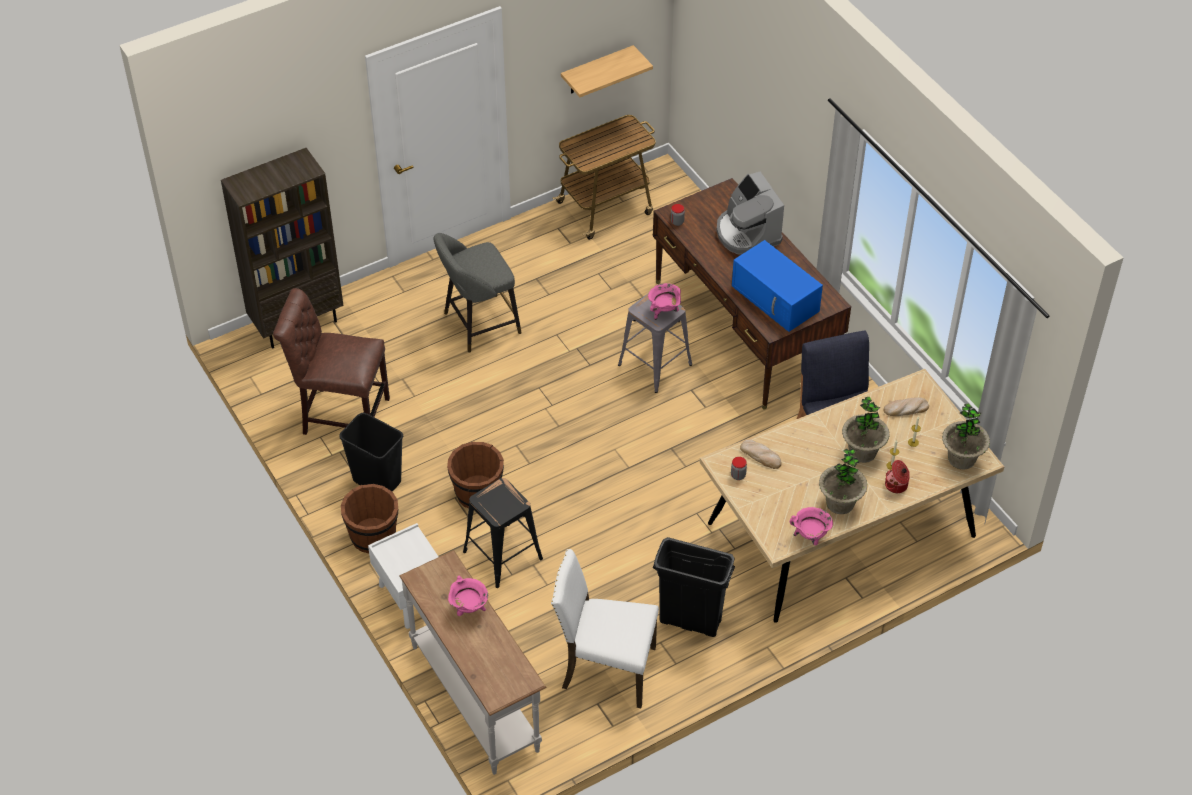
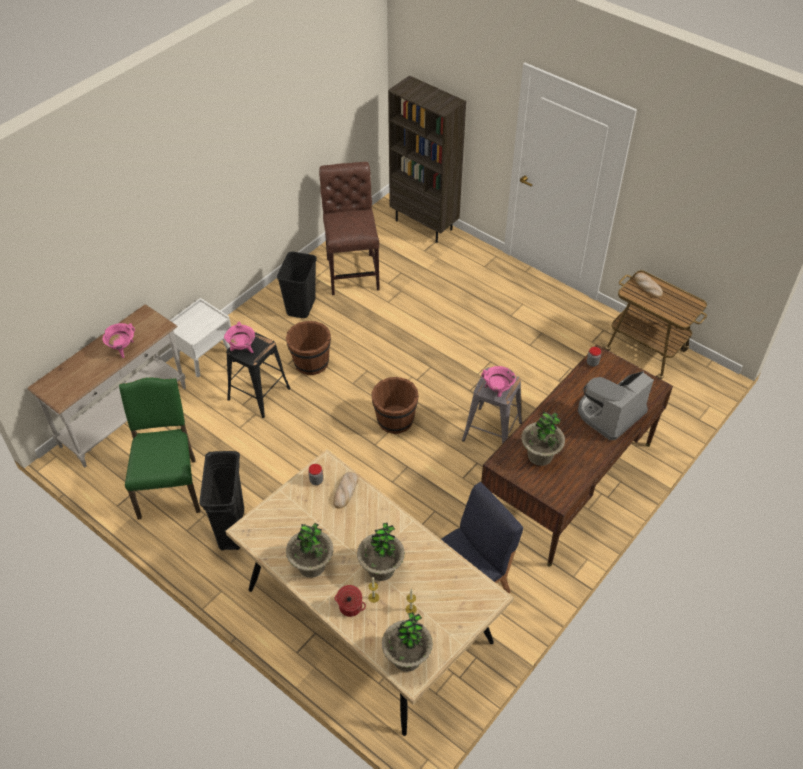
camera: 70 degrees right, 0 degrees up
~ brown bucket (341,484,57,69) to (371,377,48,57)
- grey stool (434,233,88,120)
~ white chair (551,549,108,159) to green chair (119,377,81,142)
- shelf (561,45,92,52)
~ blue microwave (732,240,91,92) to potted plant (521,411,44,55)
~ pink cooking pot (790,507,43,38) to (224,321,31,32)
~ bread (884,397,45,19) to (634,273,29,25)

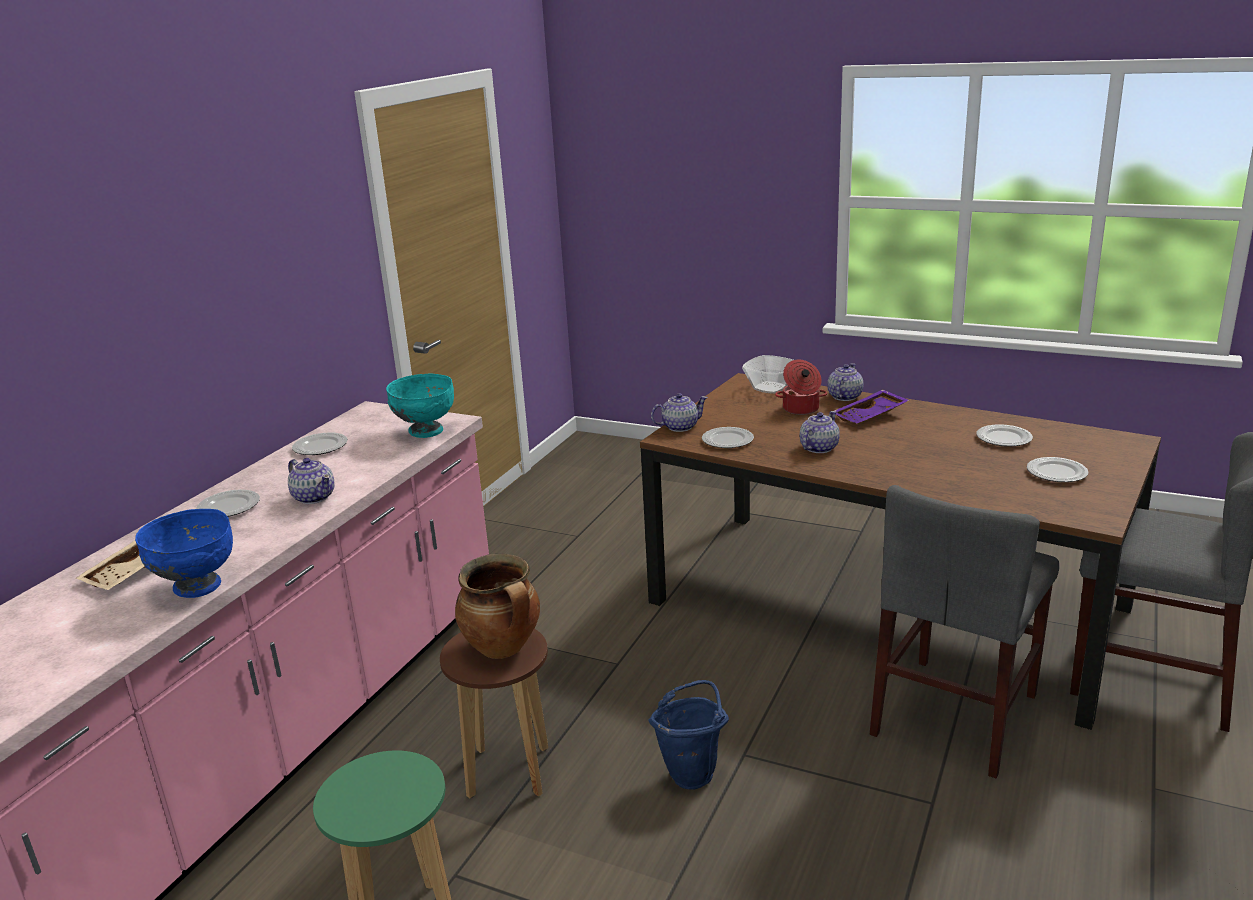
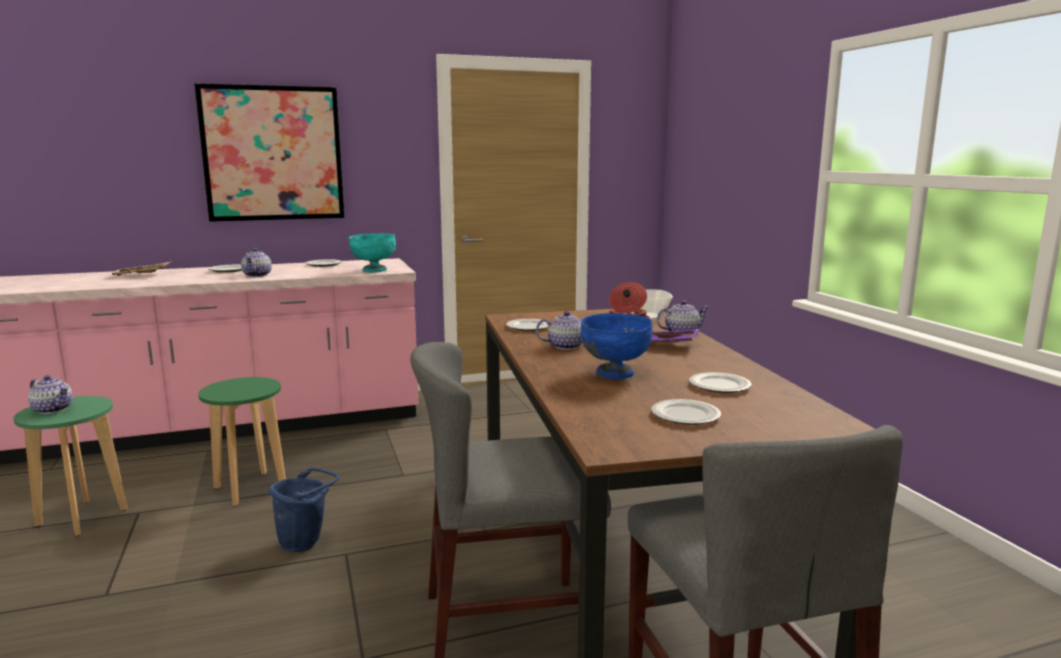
camera: 45 degrees right, 10 degrees down
~ blue bowl (135,509,98,89) to (580,313,73,66)
~ brown stool (440,629,108,170) to green stool (198,377,88,129)
- cooking pot (455,554,85,105)
~ teapot (651,393,57,39) to (28,375,45,39)
+ picture (194,83,151,139)

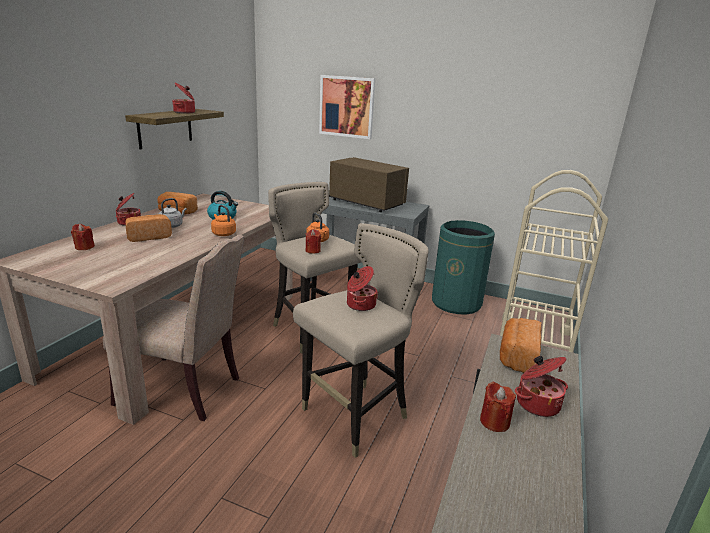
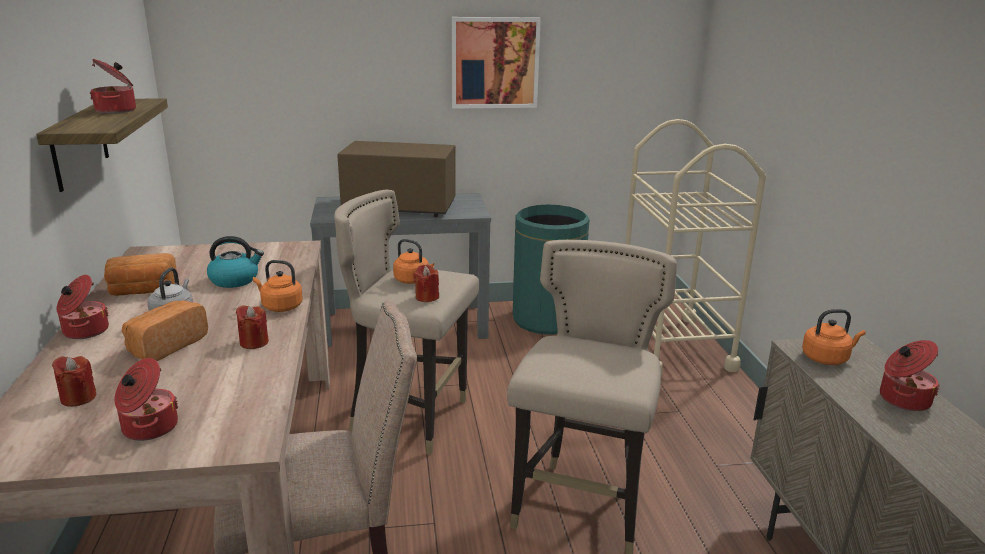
camera: 30 degrees left, 0 degrees up
~ picture (319,75,56,64) to (452,17,89,92)
~ cooking pot (347,266,31,45) to (114,358,64,83)
~ red candle (480,382,36,50) to (236,305,33,44)
~ bread (500,318,42,55) to orange kettle (802,309,64,56)

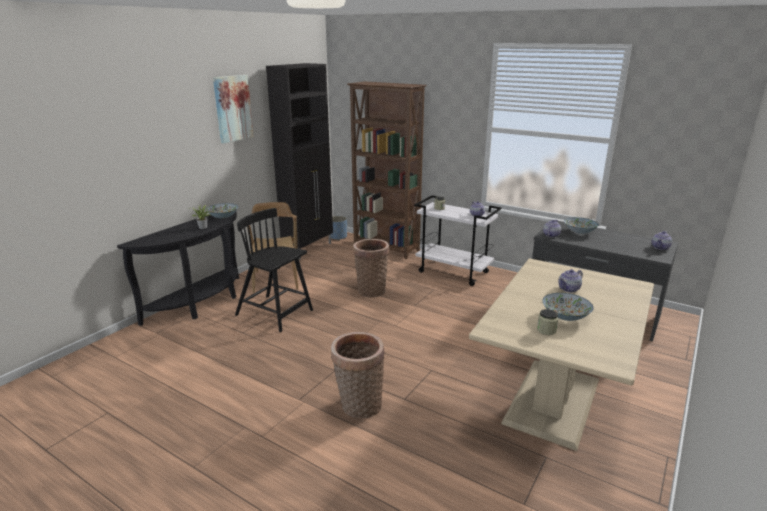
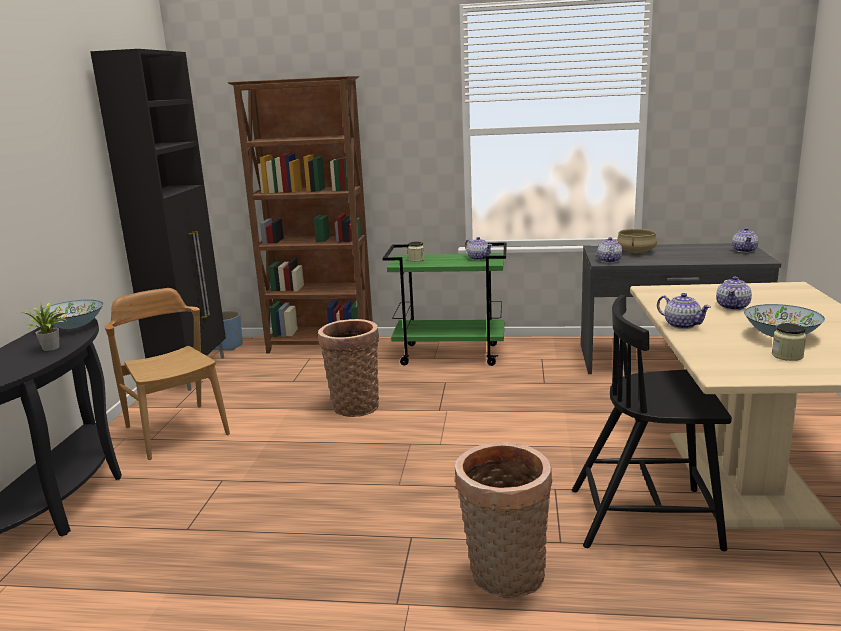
camera: 25 degrees left, 5 degrees down
- picture (213,75,41,68)
~ black chair (235,208,78,124) to (572,295,160,256)
~ white cart (414,195,88,91) to green cart (383,242,124,124)
~ bowl (564,217,35,17) to beige cooking pot (617,229,40,24)
+ teapot (657,293,54,36)

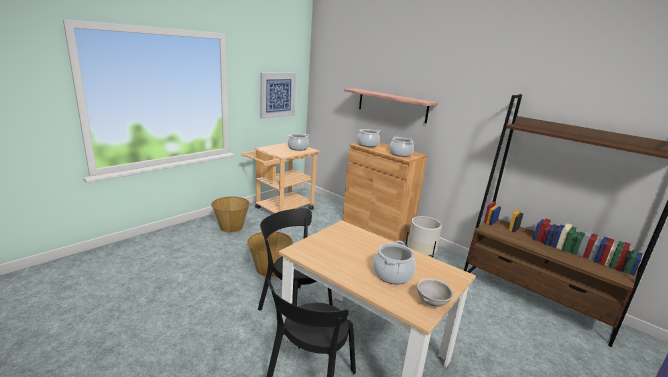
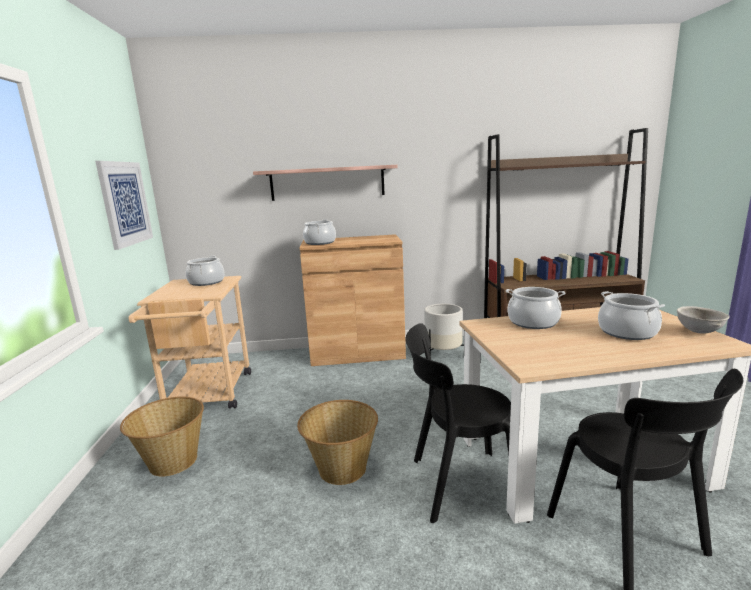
camera: 45 degrees left, 5 degrees down
~ cooking pot (389,136,25,21) to (506,287,60,42)

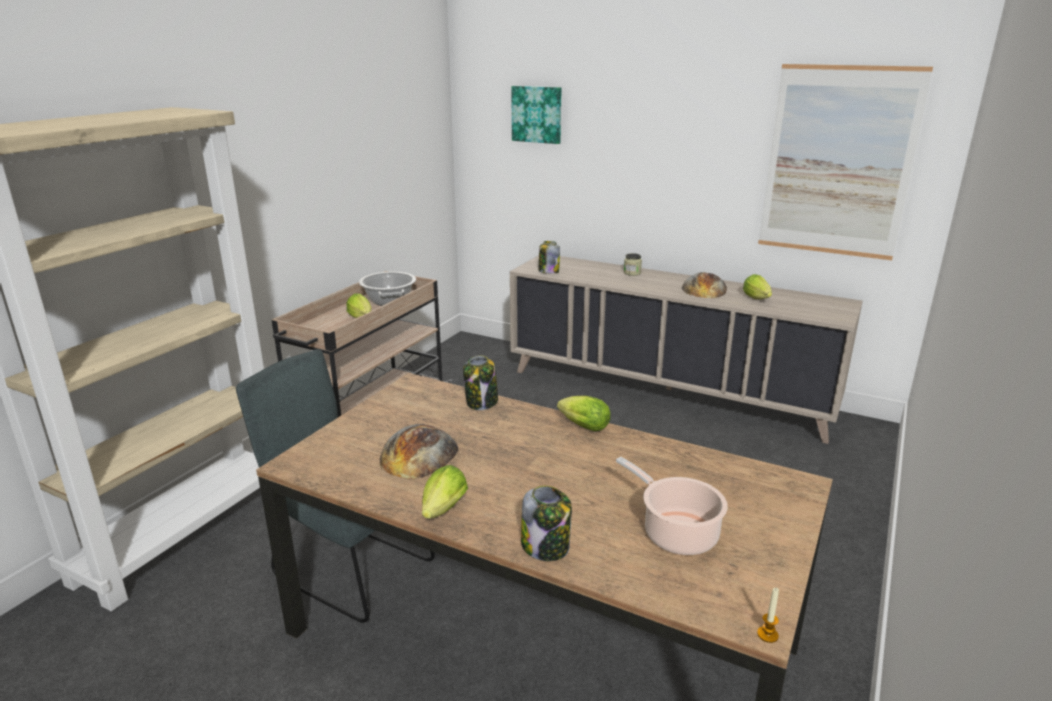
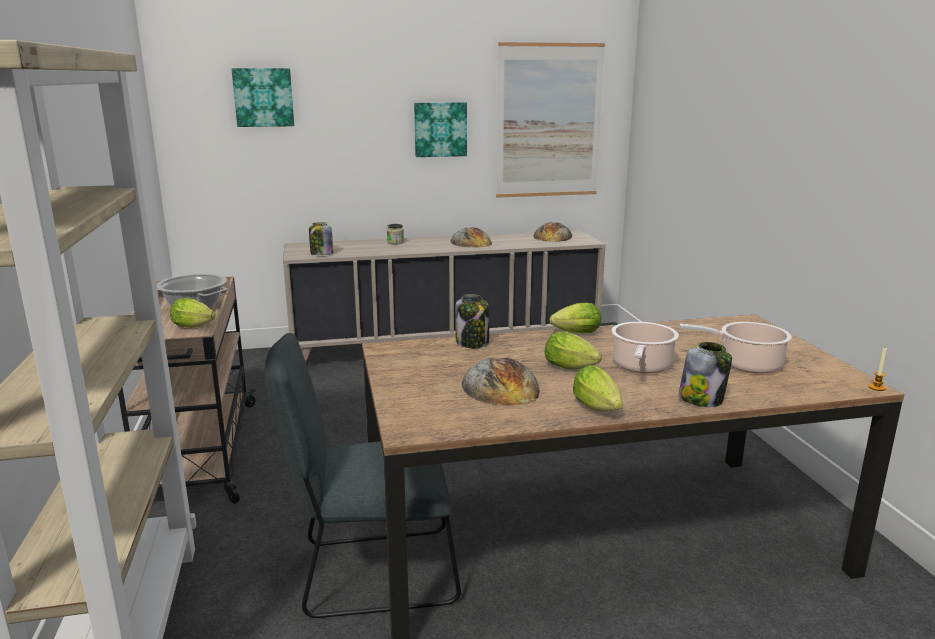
camera: 40 degrees left, 5 degrees down
~ lettuce (743,274,29,25) to (545,331,57,38)
+ picture (414,102,53,55)
+ bread (533,222,39,20)
+ cooking pot (611,322,68,51)

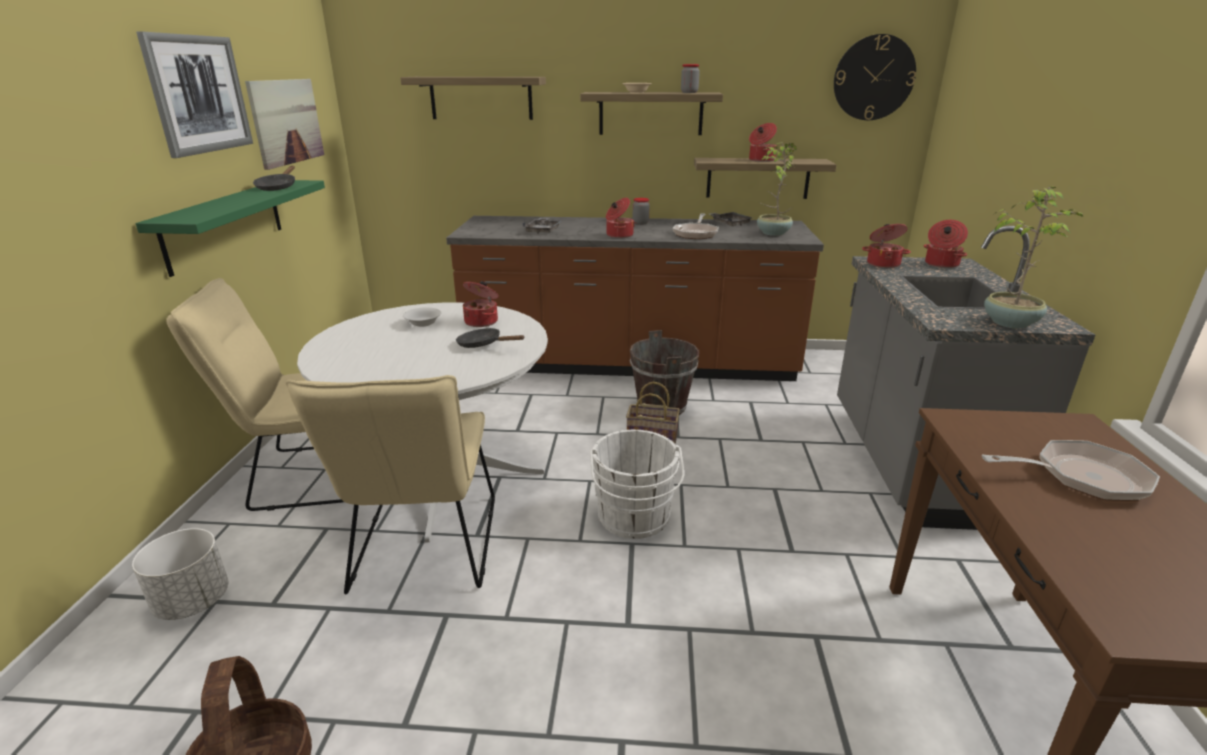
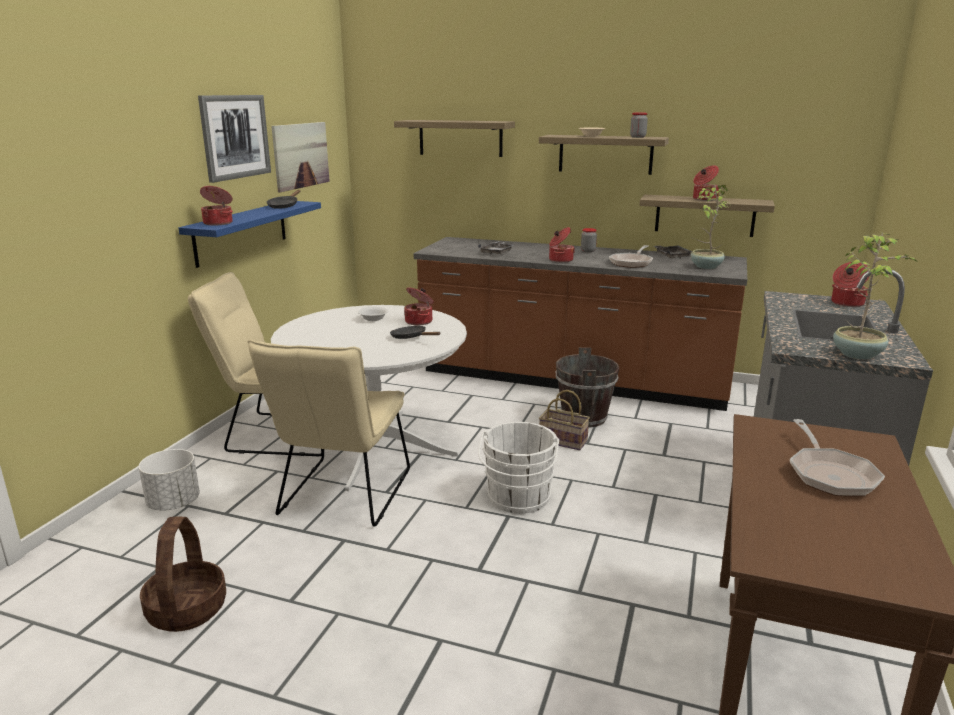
camera: 15 degrees right, 5 degrees down
~ green shelf (136,180,189,97) to blue shelf (178,201,143,67)
- wall clock (834,34,82,86)
~ cooking pot (862,224,49,44) to (200,186,33,40)
~ frying pan (981,440,179,61) = (790,419,95,78) 75 degrees clockwise

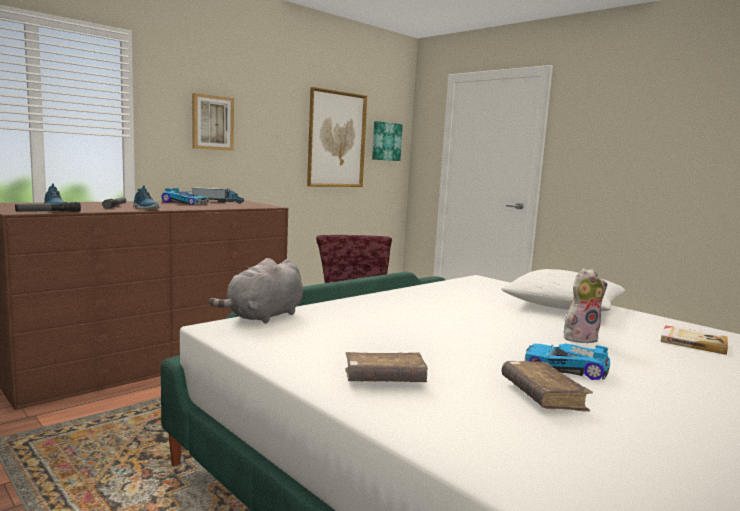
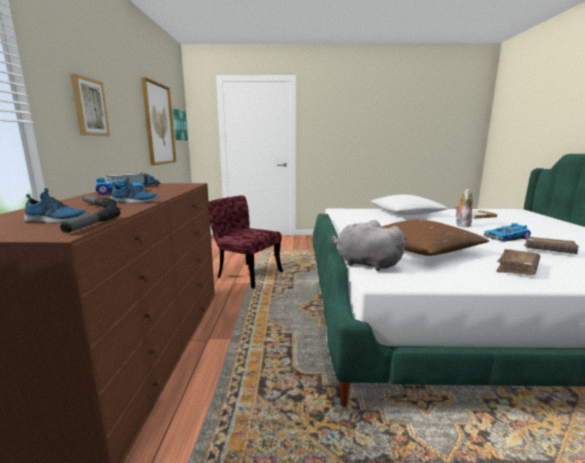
camera: 45 degrees left, 5 degrees up
~ grey plush toy (209,258,94,66) = (332,220,75,51) 135 degrees clockwise
+ brown pillow (382,219,107,37)

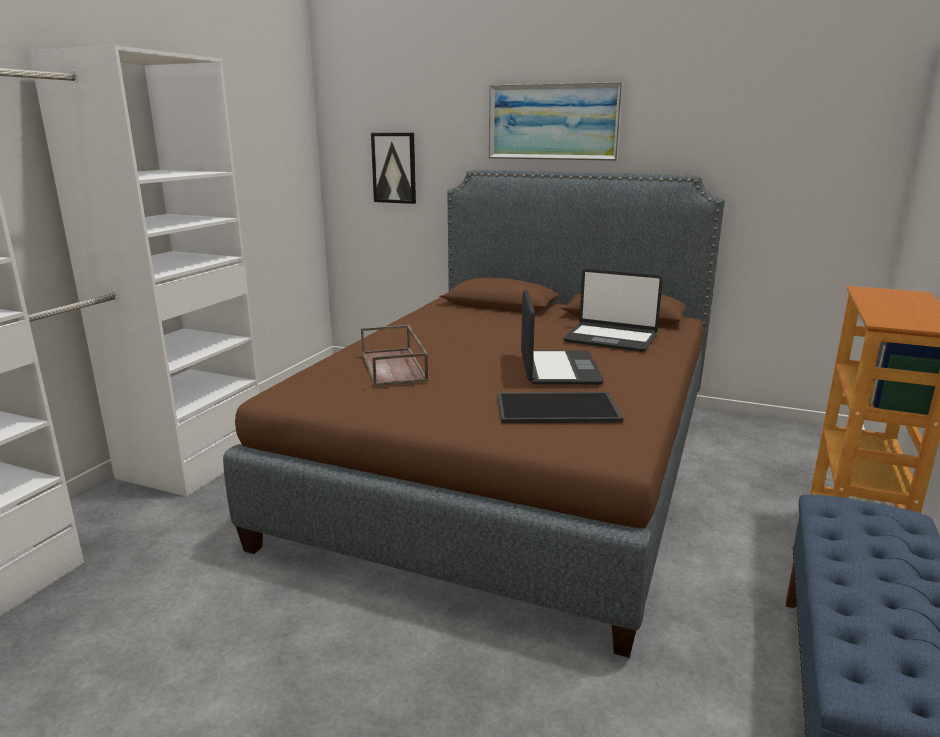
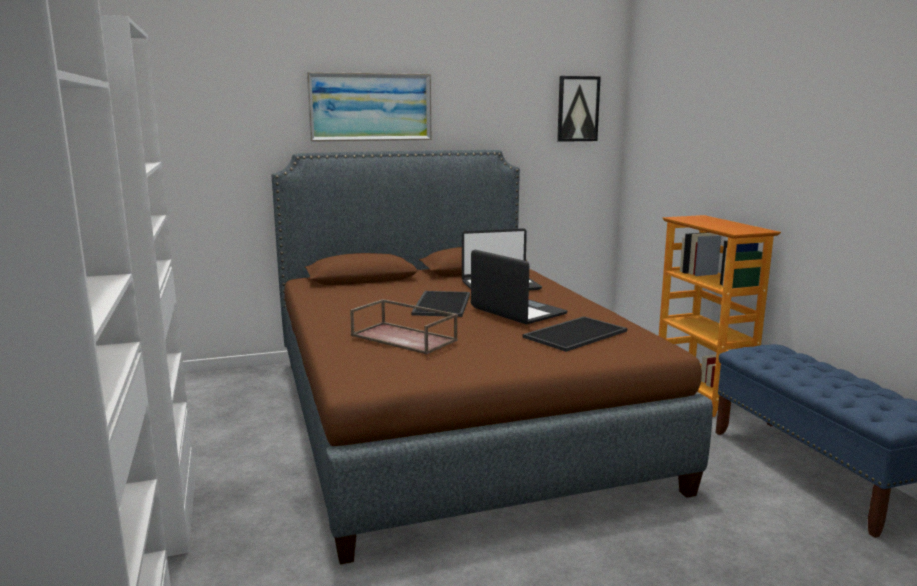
camera: 40 degrees left, 5 degrees down
~ picture (371,133,45,71) to (557,76,44,66)
+ tray (411,291,59,26)

